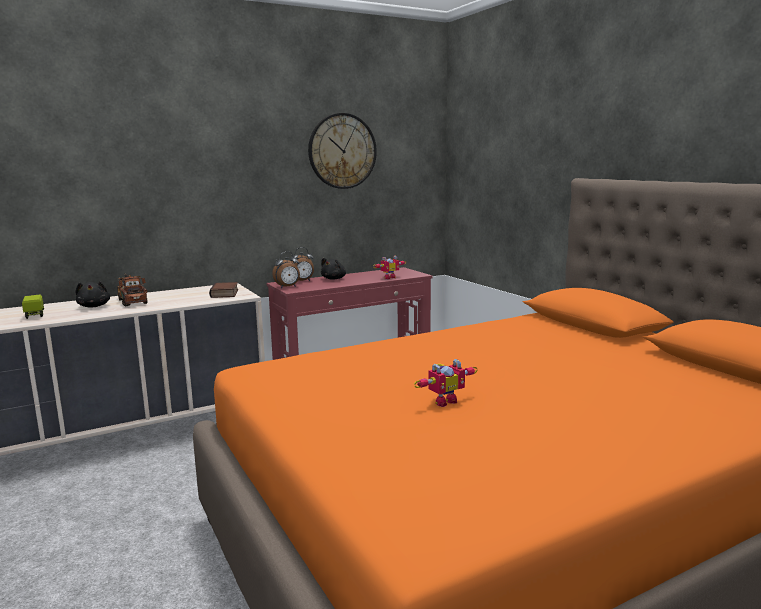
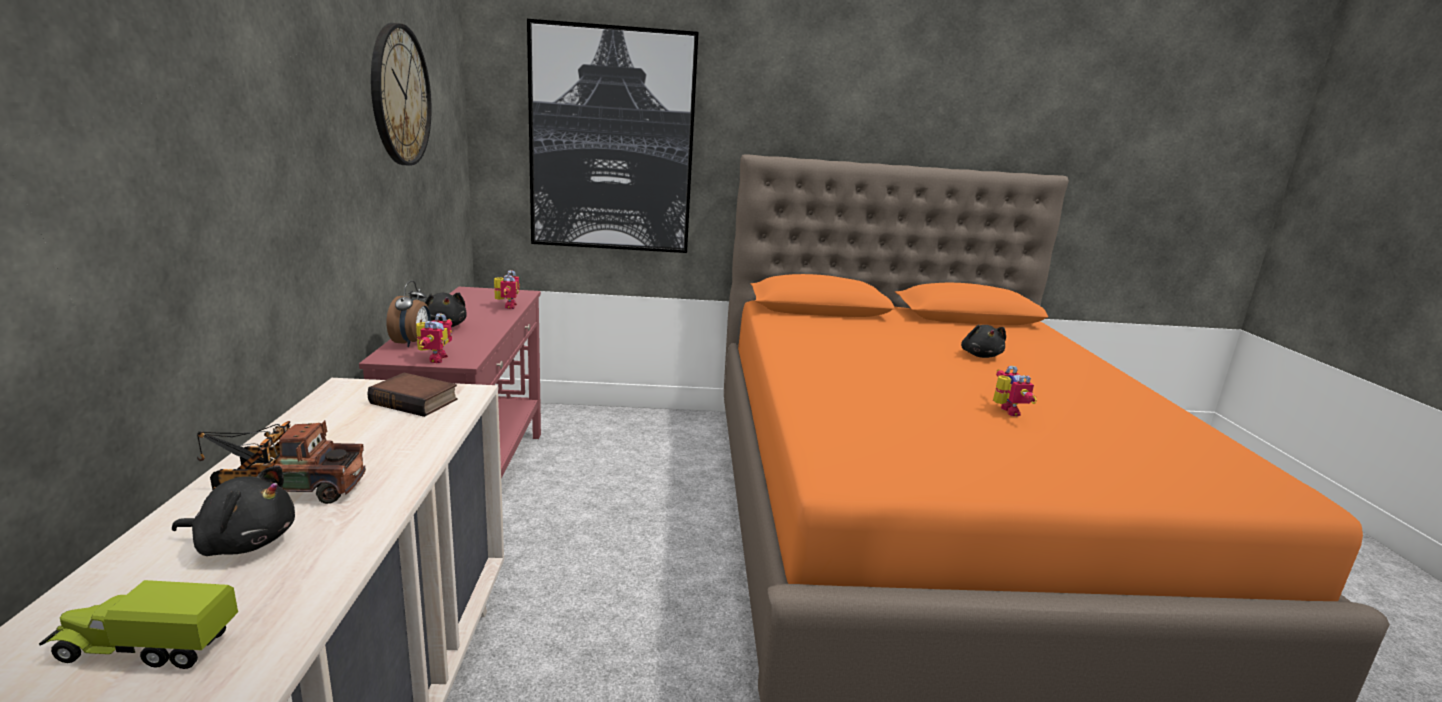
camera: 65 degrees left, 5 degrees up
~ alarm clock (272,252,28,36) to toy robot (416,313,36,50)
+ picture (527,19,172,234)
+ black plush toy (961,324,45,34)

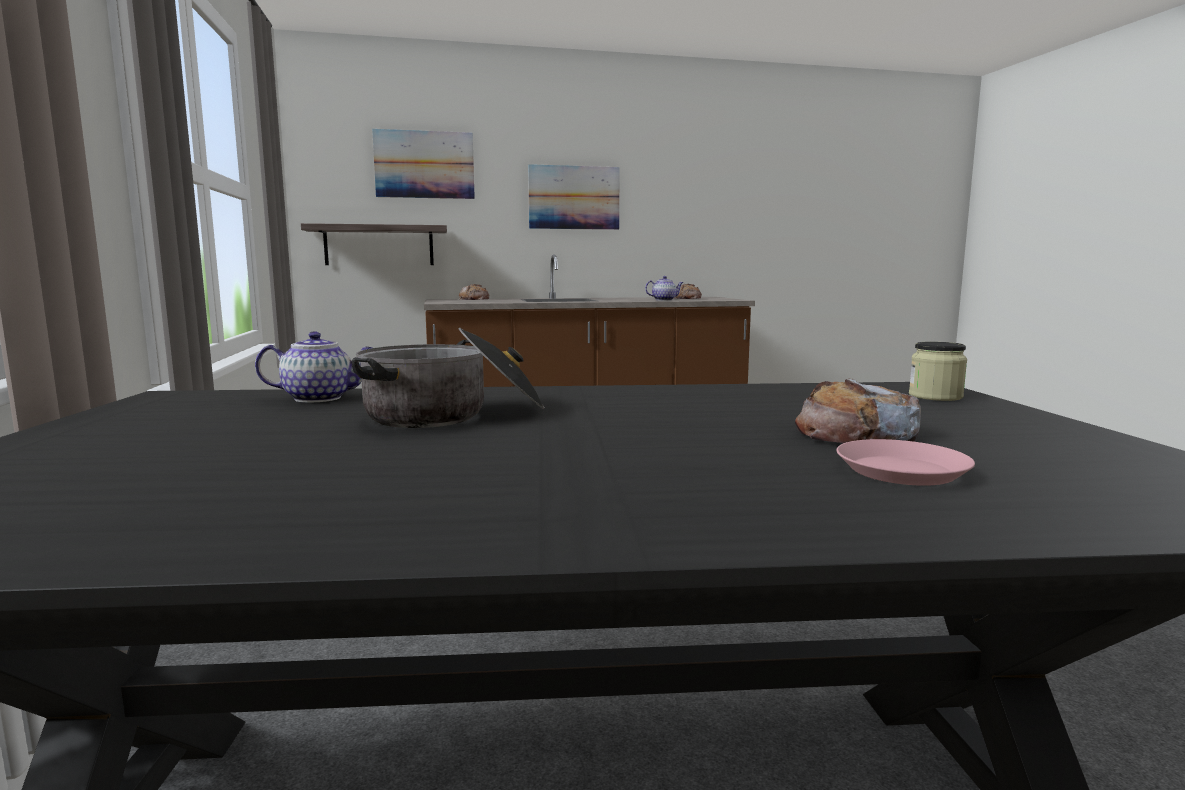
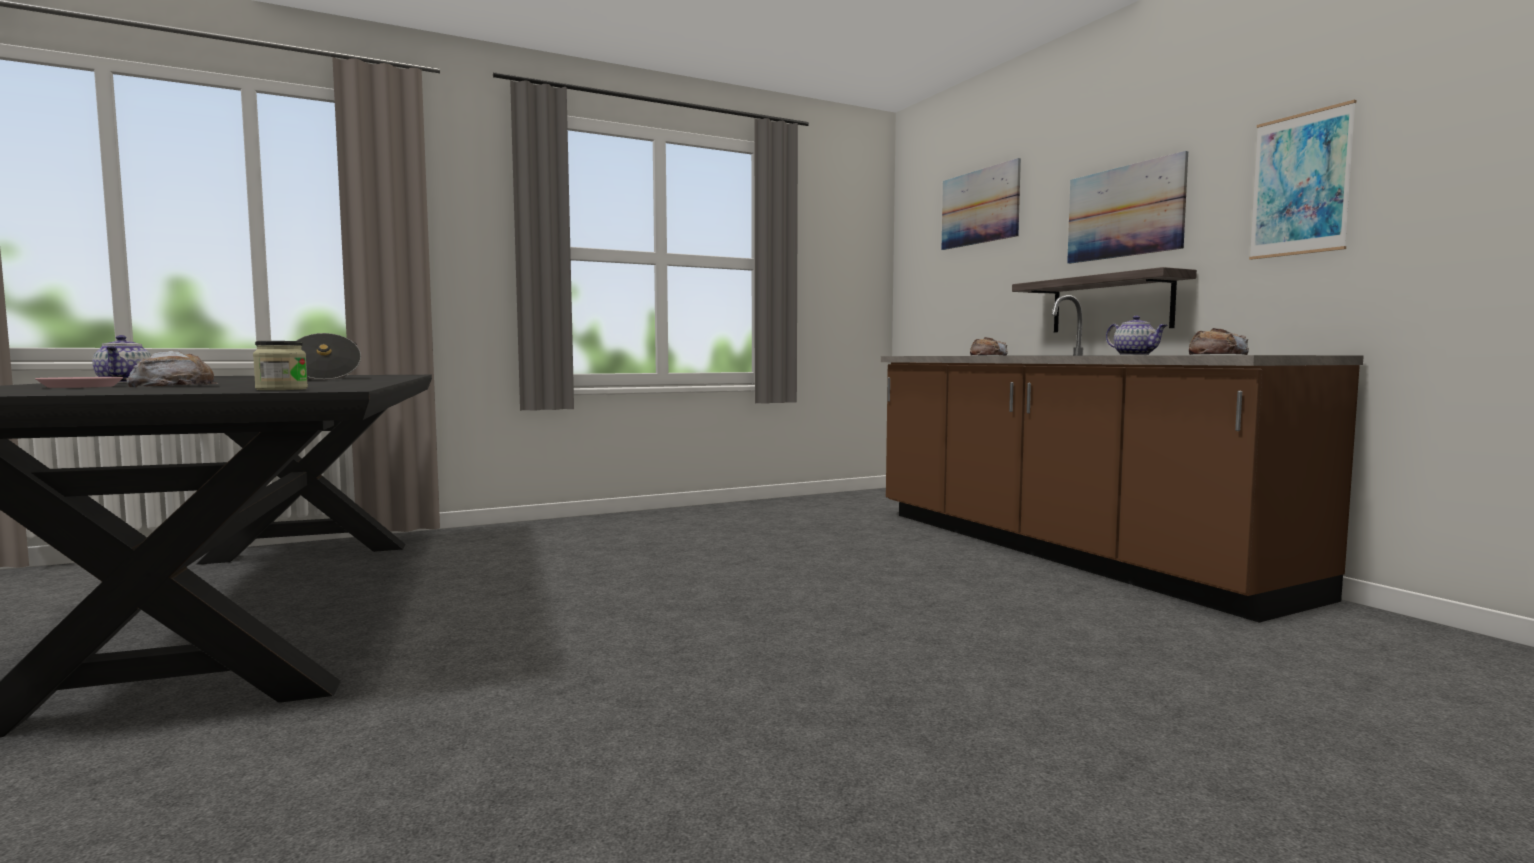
camera: 75 degrees right, 5 degrees down
~ teapot (255,331,117,71) to (92,335,59,48)
~ shelf (301,223,146,42) to (1012,267,185,65)
+ picture (1249,100,107,160)

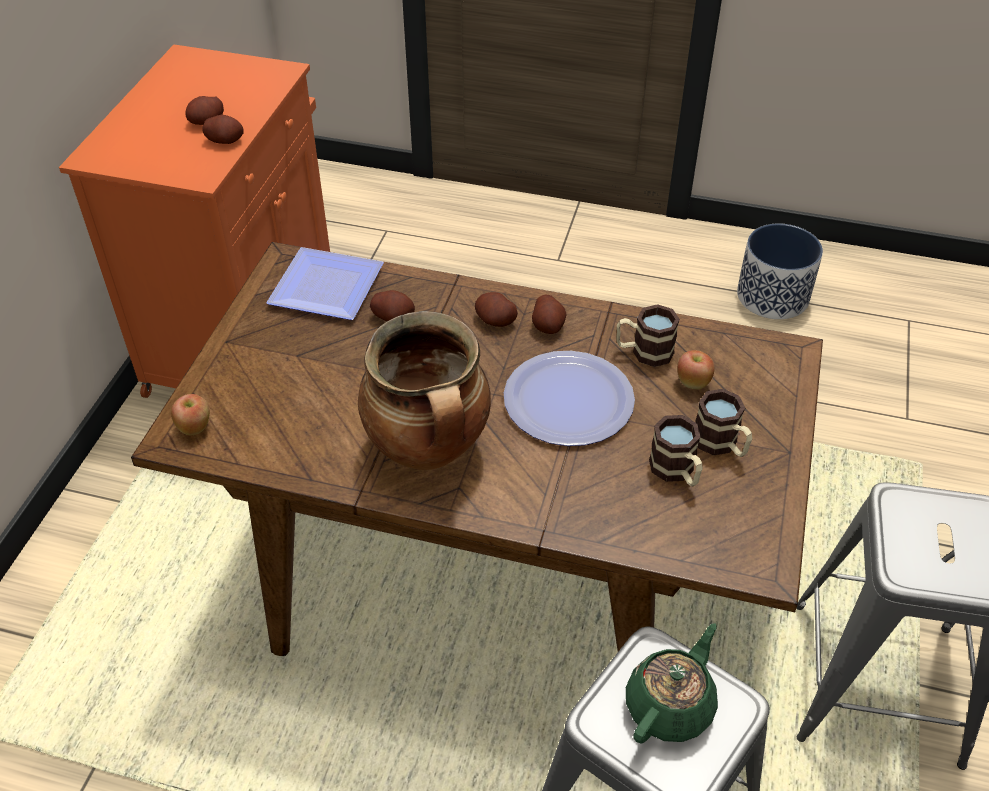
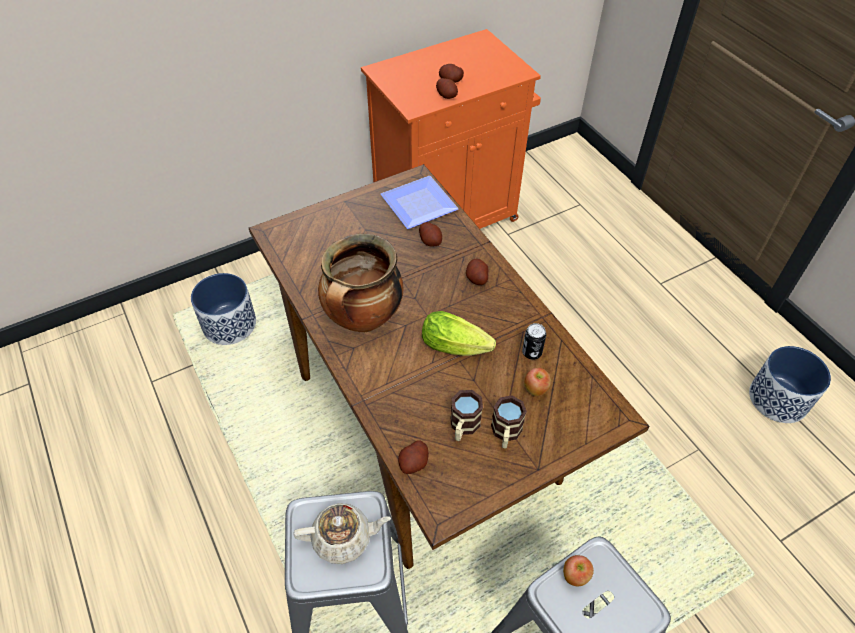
camera: 45 degrees right, 5 degrees up
~ apple (171,394,39,41) to (563,555,31,31)
~ plate (504,351,131,95) to lettuce (422,311,74,45)
~ potato (532,295,34,39) to (398,441,31,33)
~ mug (617,304,63,63) to can (522,323,24,37)
~ green teapot (626,623,92,120) to beige teapot (293,503,98,61)
+ planter (191,273,65,72)

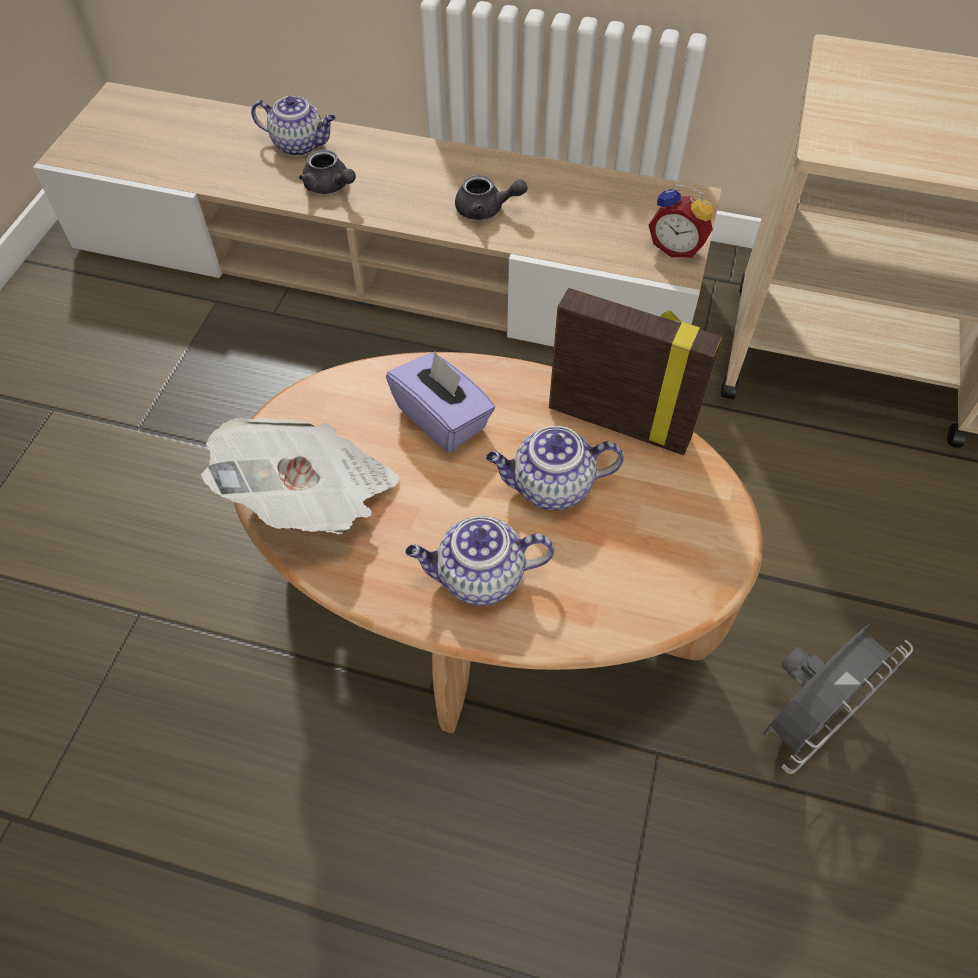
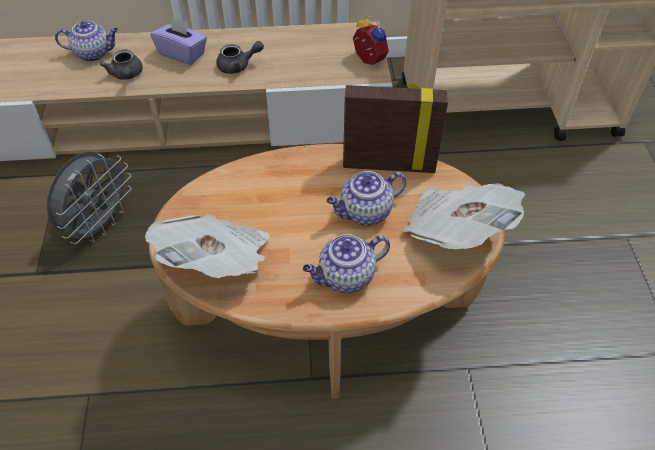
camera: 20 degrees left, 5 degrees down
~ grey teapot (299,150,57,44) = (100,50,43,30) 45 degrees clockwise
~ purple tissue box (386,351,109,101) to (151,16,56,49)
~ alarm clock (648,185,65,72) = (353,15,36,51) 135 degrees counterclockwise
~ grey fan (763,624,150,150) to (46,152,85,92)
+ newspaper (403,183,122,66)

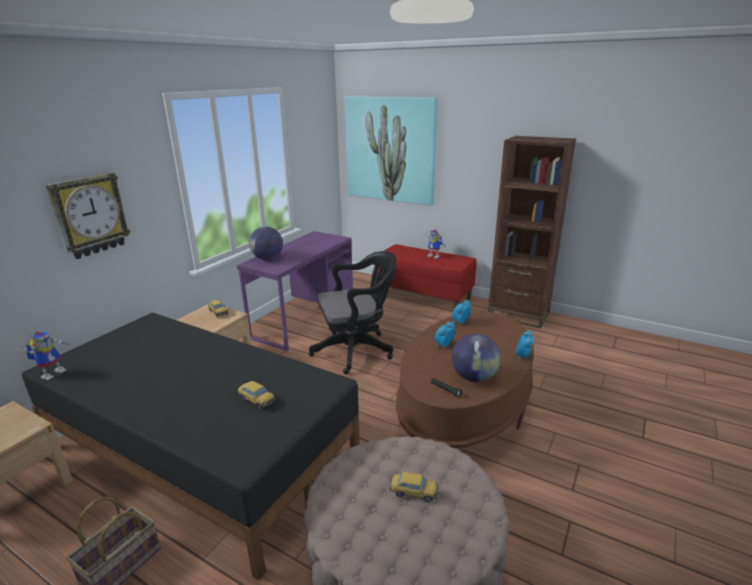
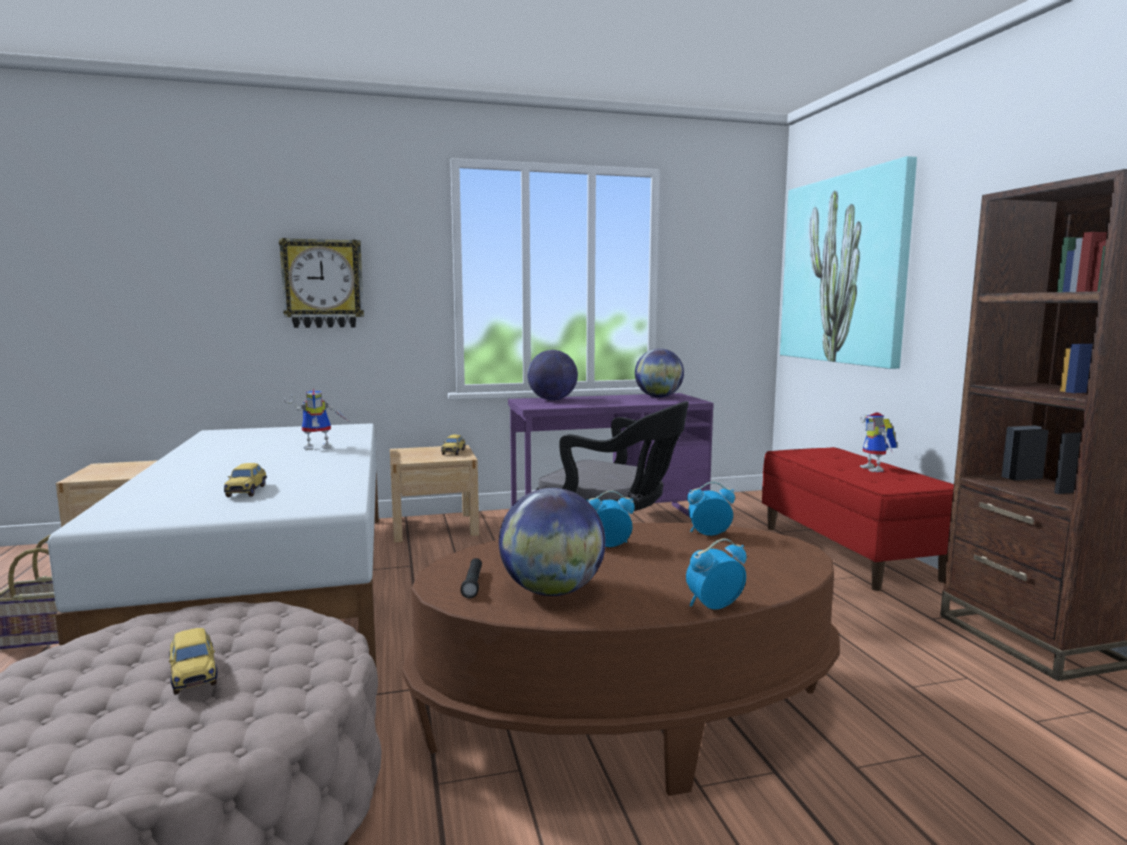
camera: 45 degrees right, 15 degrees down
~ toy robot (17,331,54,49) to (284,388,67,62)
~ black bed (22,313,338,268) to white bed (48,423,331,246)
+ globe (635,348,49,49)

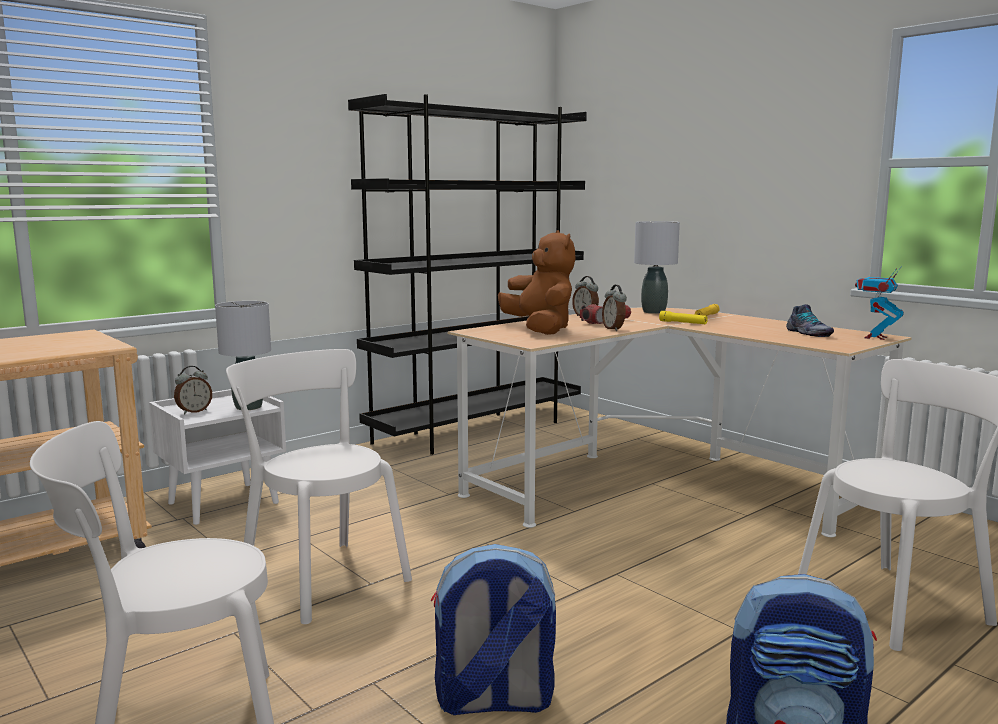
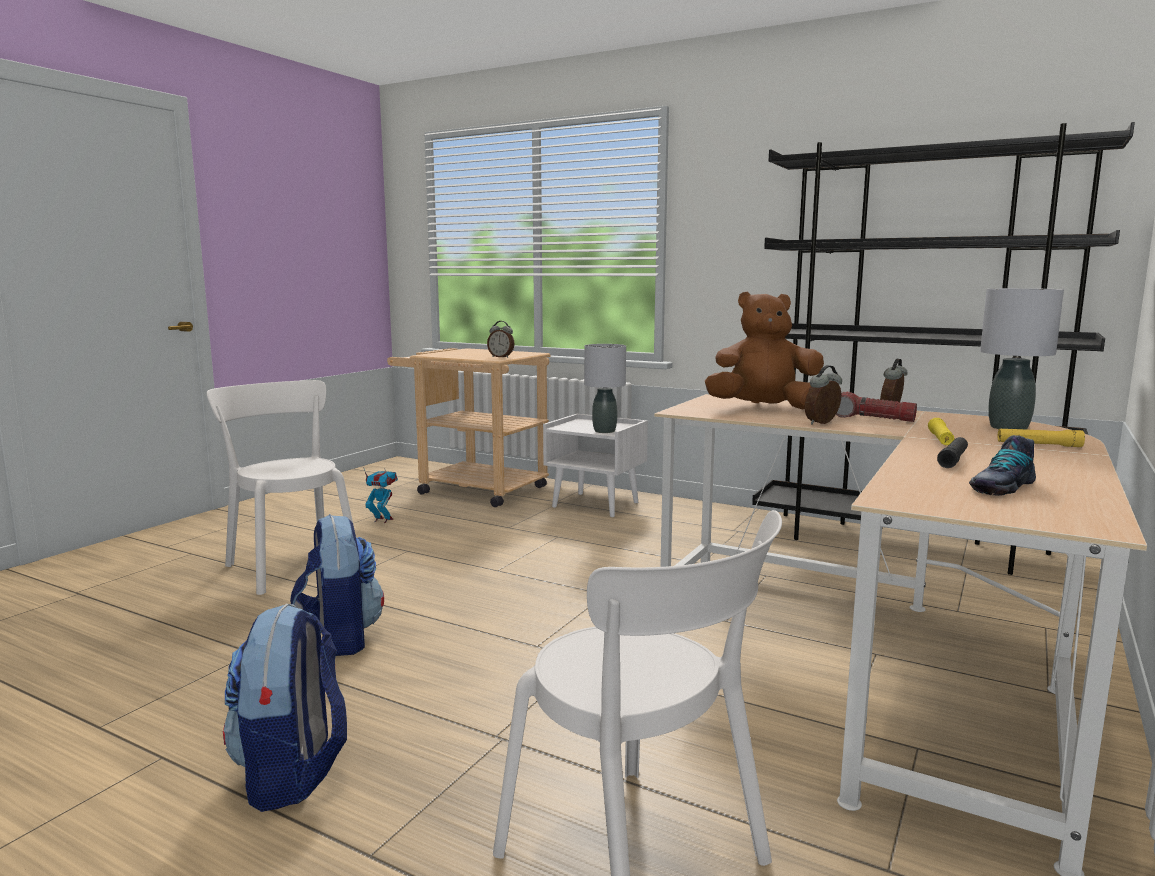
camera: 70 degrees right, 0 degrees up
~ alarm clock (174,366,38,48) to (487,321,27,37)
- white chair (226,349,186,275)
~ brown plush toy (498,230,78,105) = (705,292,119,117) 135 degrees counterclockwise
~ toy robot (855,266,49,74) to (363,467,35,56)
+ black flashlight (937,437,31,31)

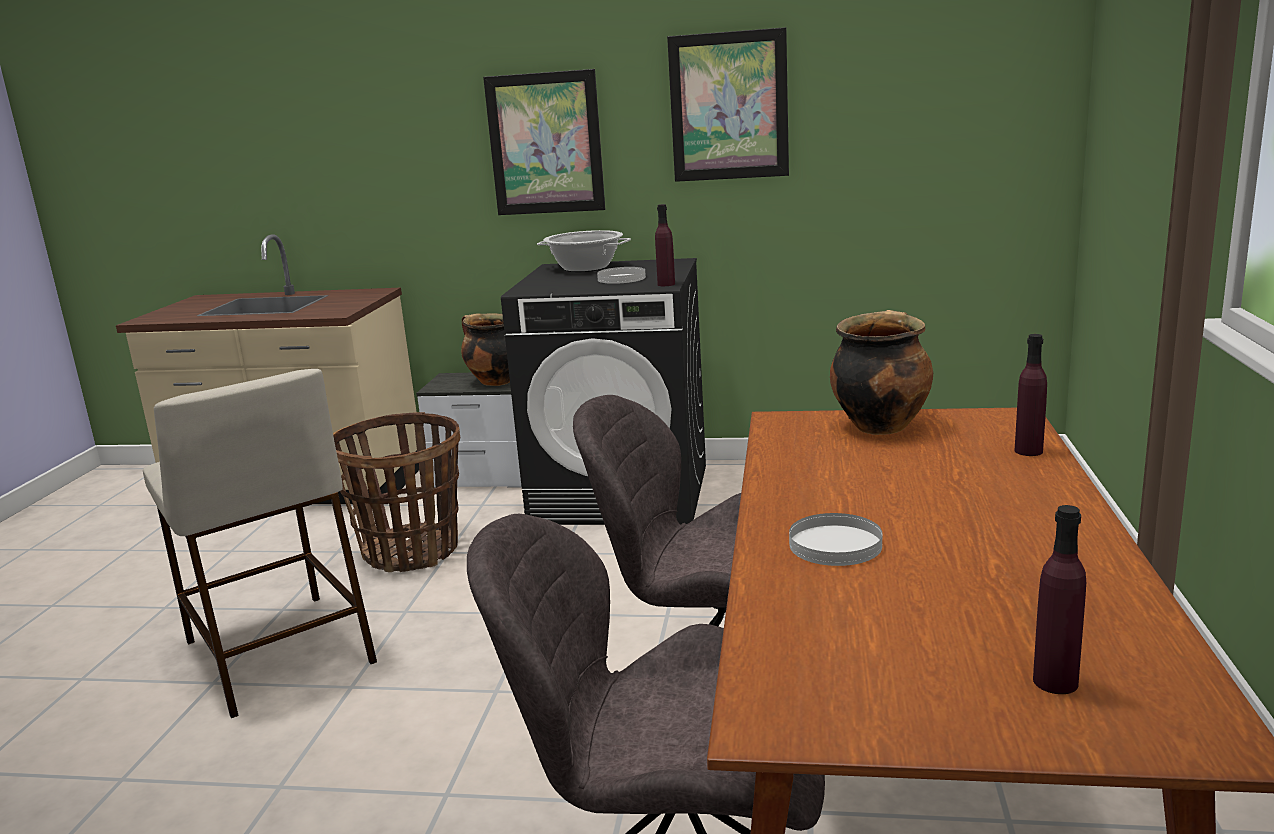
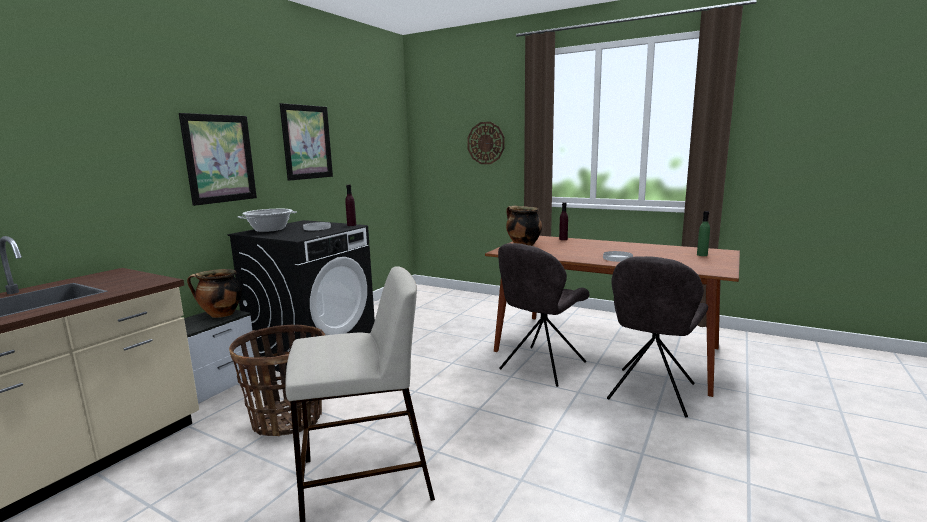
camera: 70 degrees left, 5 degrees down
~ purple bottle (1033,505,53,189) to green bottle (697,211,13,45)
+ wall clock (467,122,38,42)

